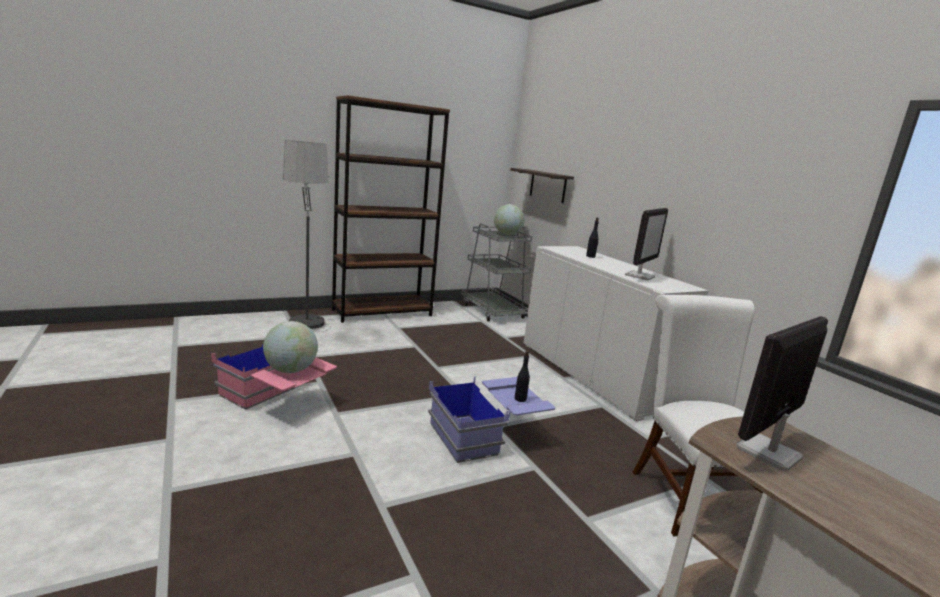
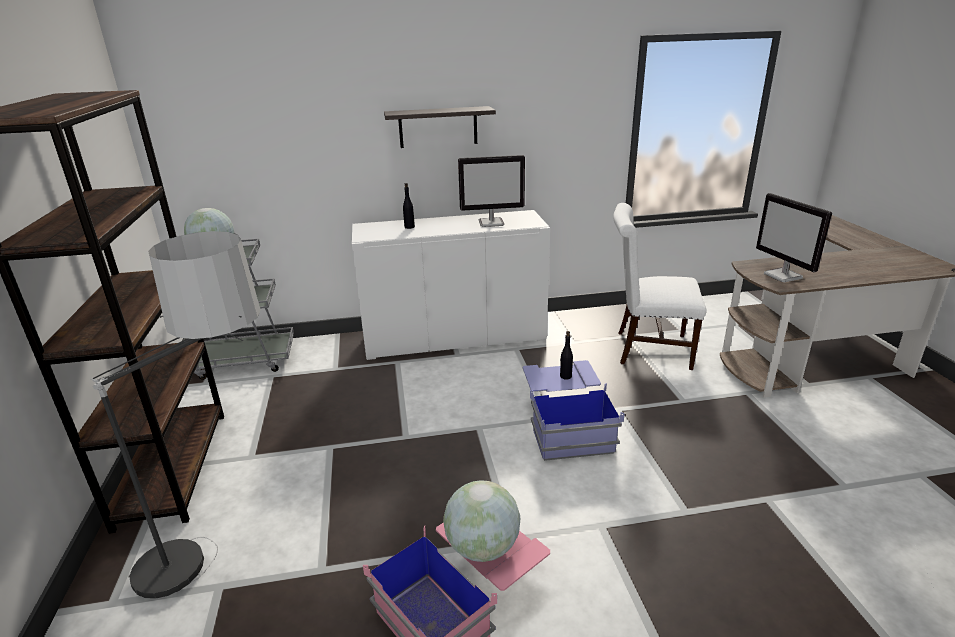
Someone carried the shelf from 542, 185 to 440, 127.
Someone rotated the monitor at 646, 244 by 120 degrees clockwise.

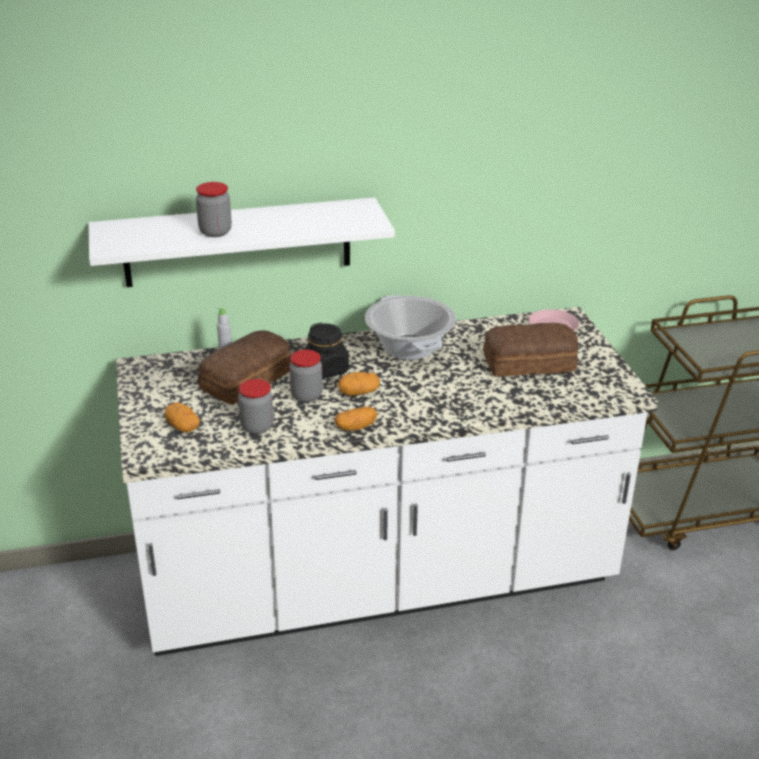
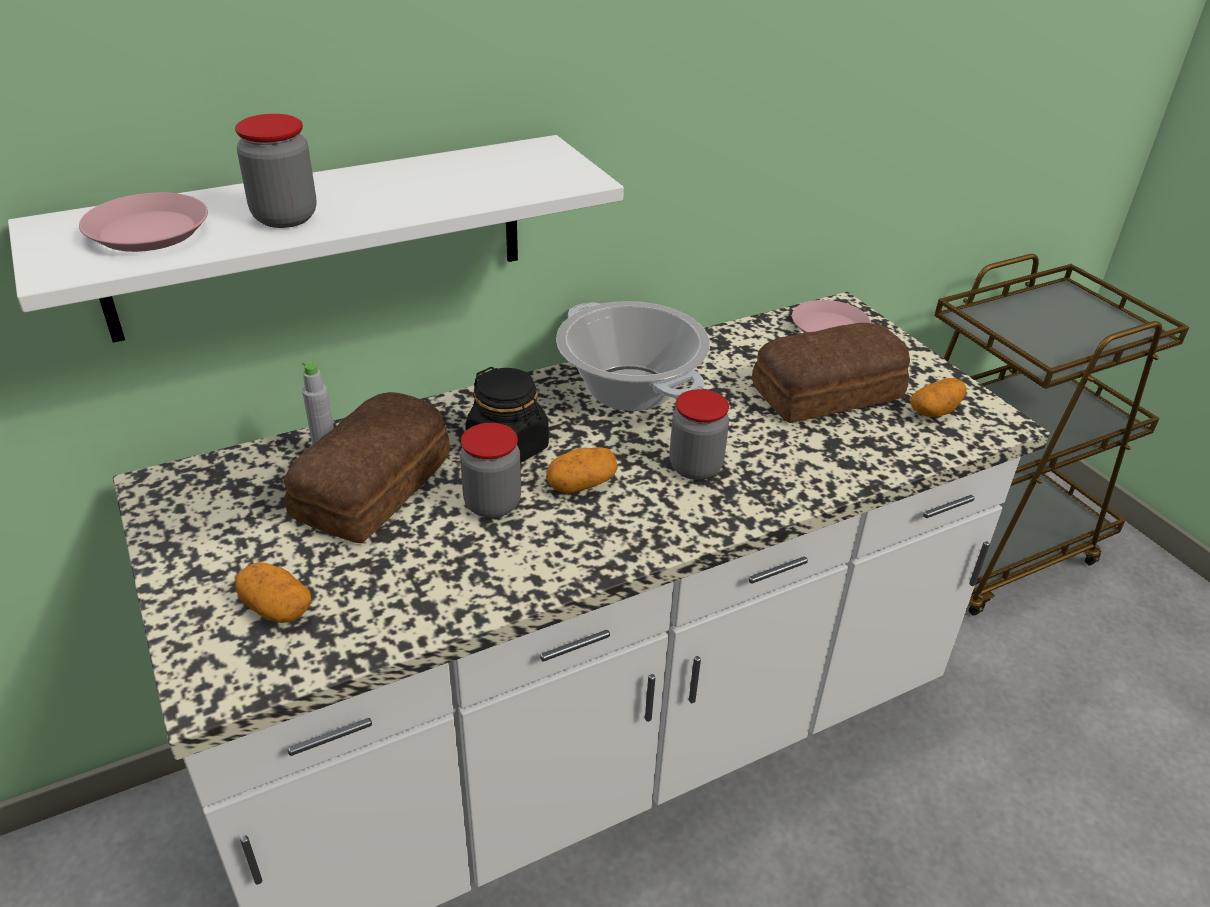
Someone carried the jar from 256, 406 to 699, 434.
Someone carried the potato from 356, 418 to 938, 397.
Someone put down the plate (pink) at 143, 222.

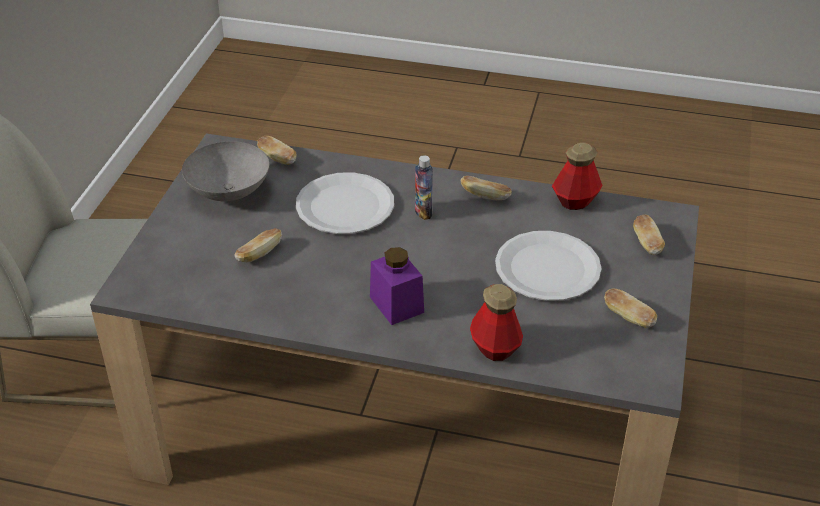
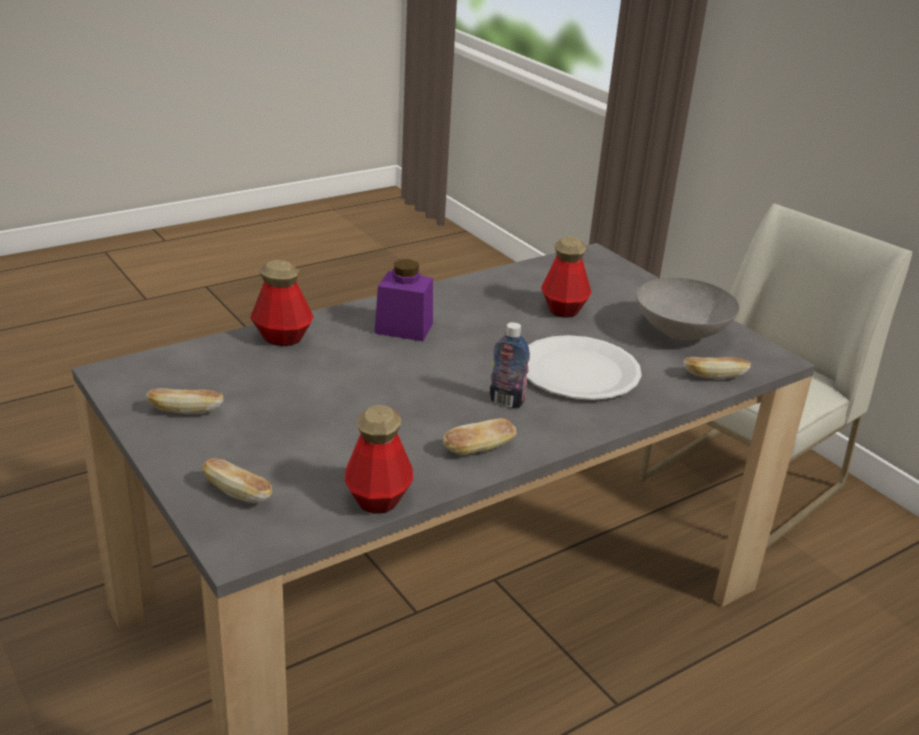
Someone swapped the bread at 258, 245 for the bottle at 566, 277.
Someone took away the plate (white) at 548, 266.

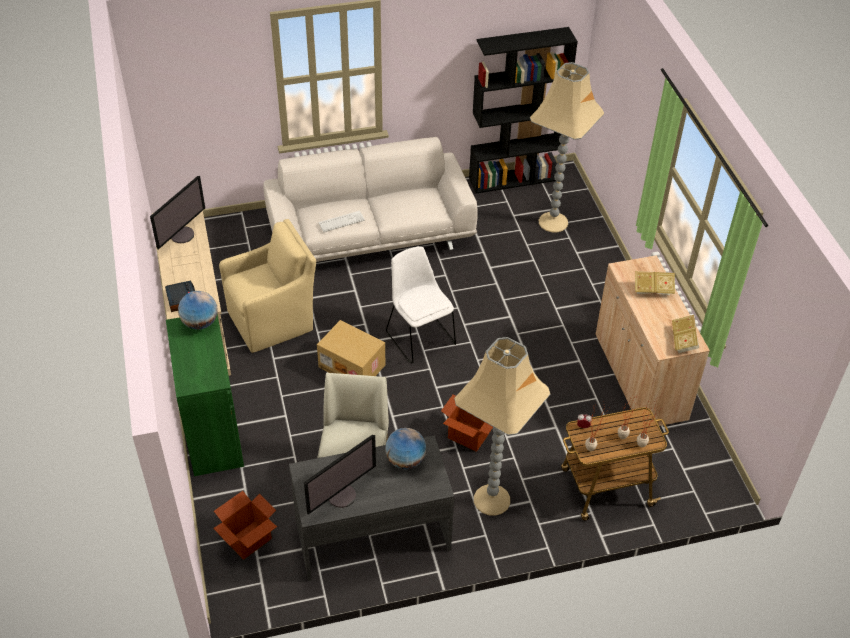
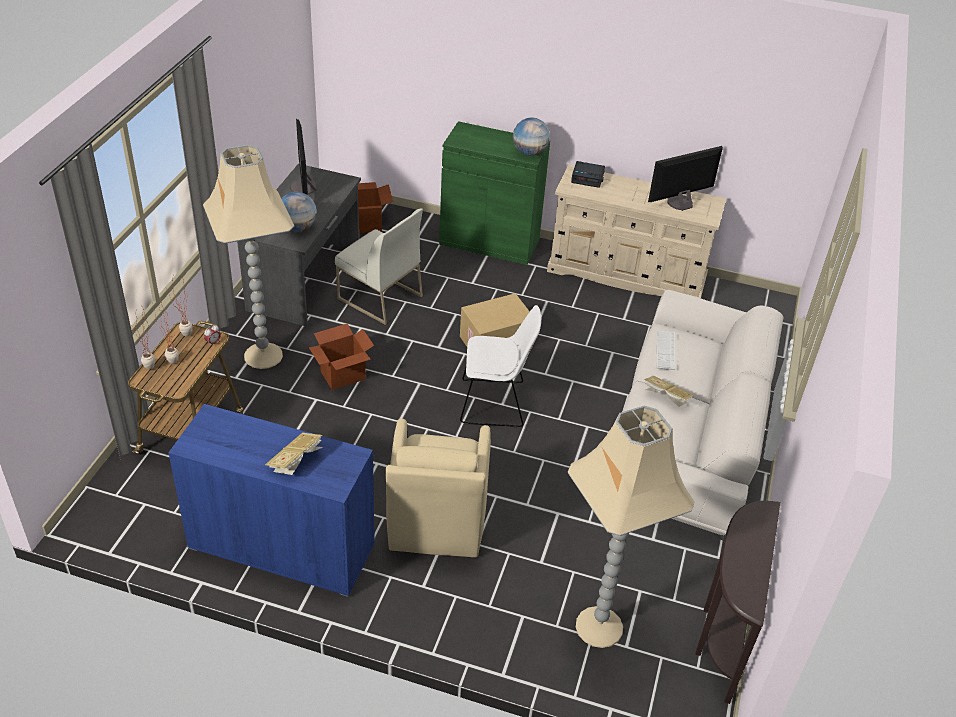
Someone swapped the bookcase (black) at 523, 110 for the console table (brown) at 737, 602.
Someone rotated the monitor at 177, 213 by 90 degrees clockwise.
Someone carried the armchair (beige) from 267, 286 to 438, 488.
Someone repainted the cabinet (beige) at 653, 340, which became the cabinet (blue) at 271, 500.
Someone carried the book from 685, 334 to 669, 391.

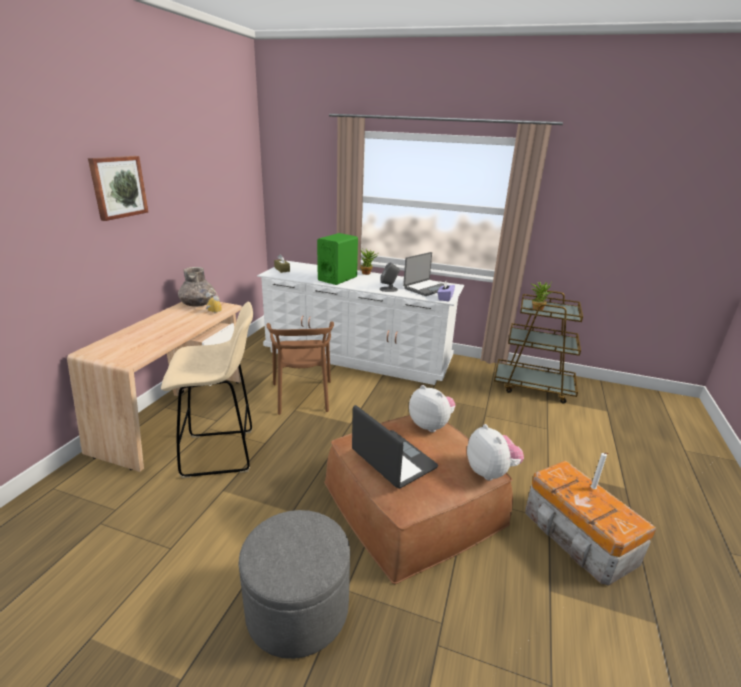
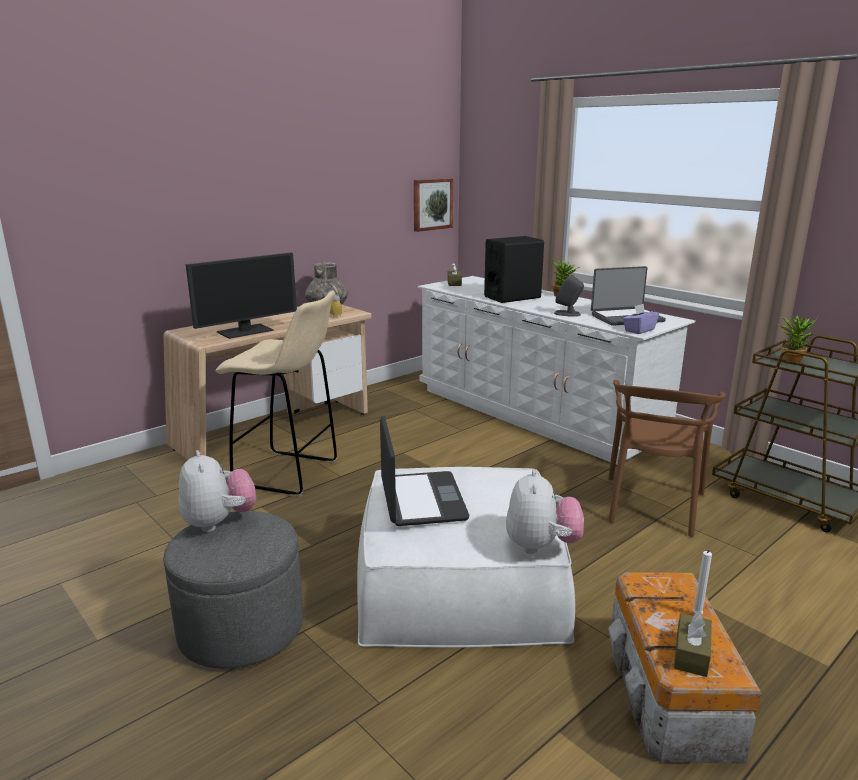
Someone carried the picture from 118, 188 to 433, 205.
Someone repainted the speaker (green) at 337, 259, which became the speaker (black) at 514, 269.
Someone carried the chair (brown) from 300, 368 to 667, 458.
Someone carried the plush toy from 432, 408 to 217, 491.
Someone repainted the ottoman (brown) at 418, 499, which became the ottoman (white) at 466, 557.
Someone put down the monitor at 241, 296.
Someone put down the tissue box (brown) at 693, 644.

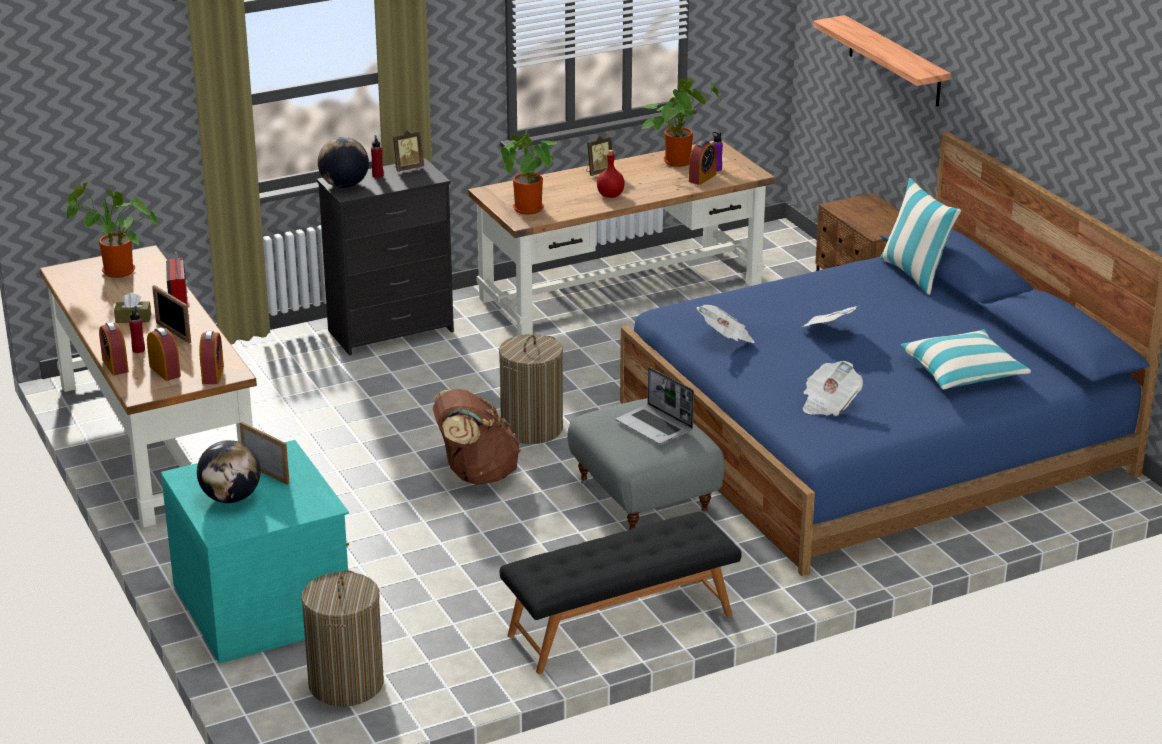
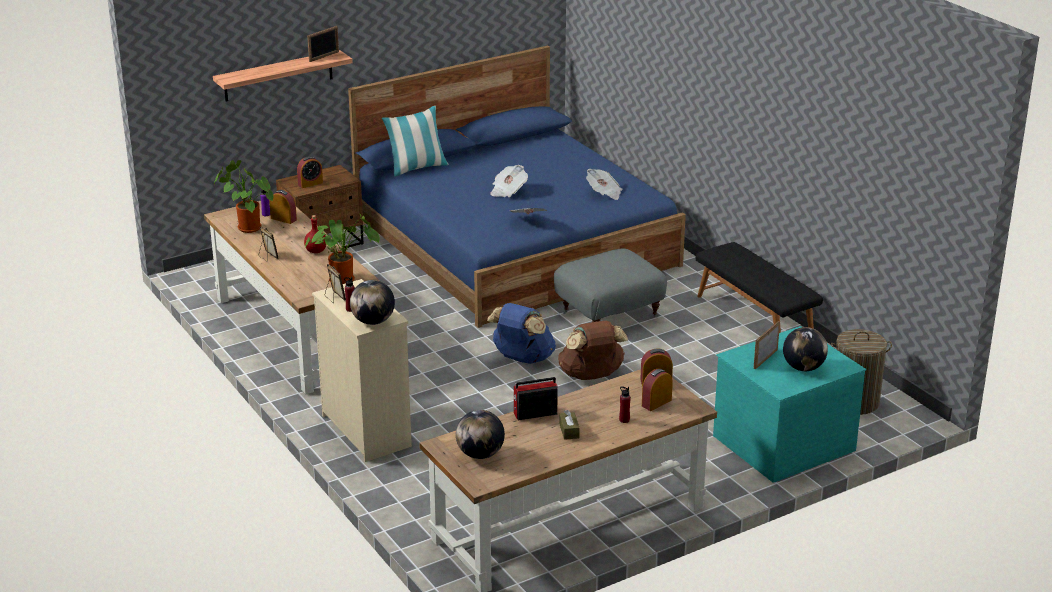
Someone repainted the dresser (black) at 385, 256, which became the dresser (beige) at 362, 370.
Someone swapped the potted plant at 112, 230 for the globe at 480, 434.
Someone carried the picture frame from 171, 314 to 323, 44.
Someone carried the alarm clock from 114, 349 to 310, 172.
Someone took away the pillow at 966, 359.
Someone swapped the laundry basket at 531, 389 for the backpack (blue) at 521, 333.
Someone took away the laptop at 655, 405.

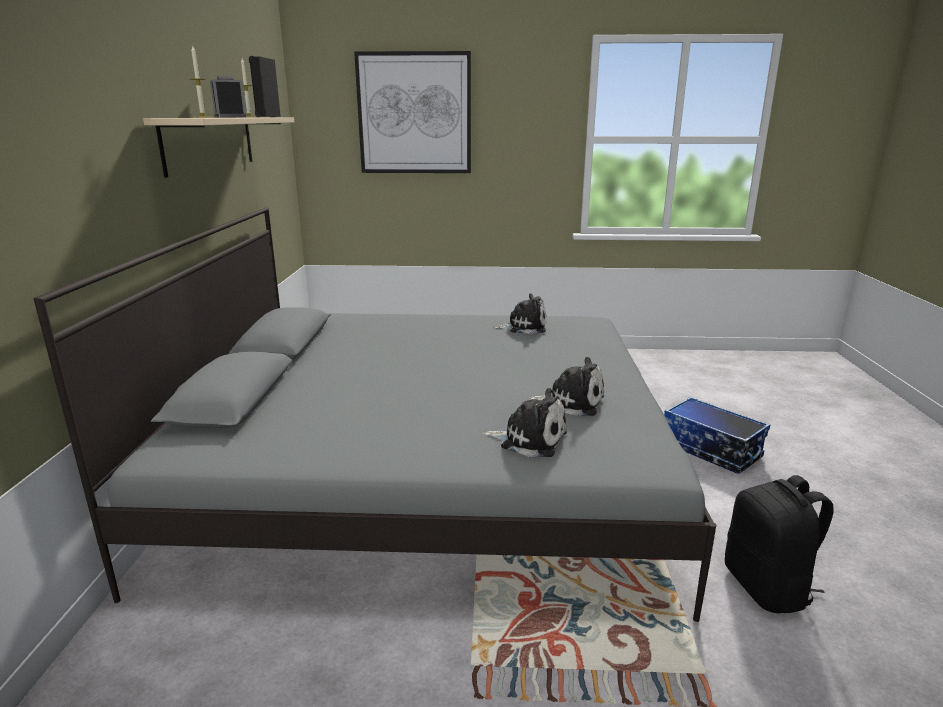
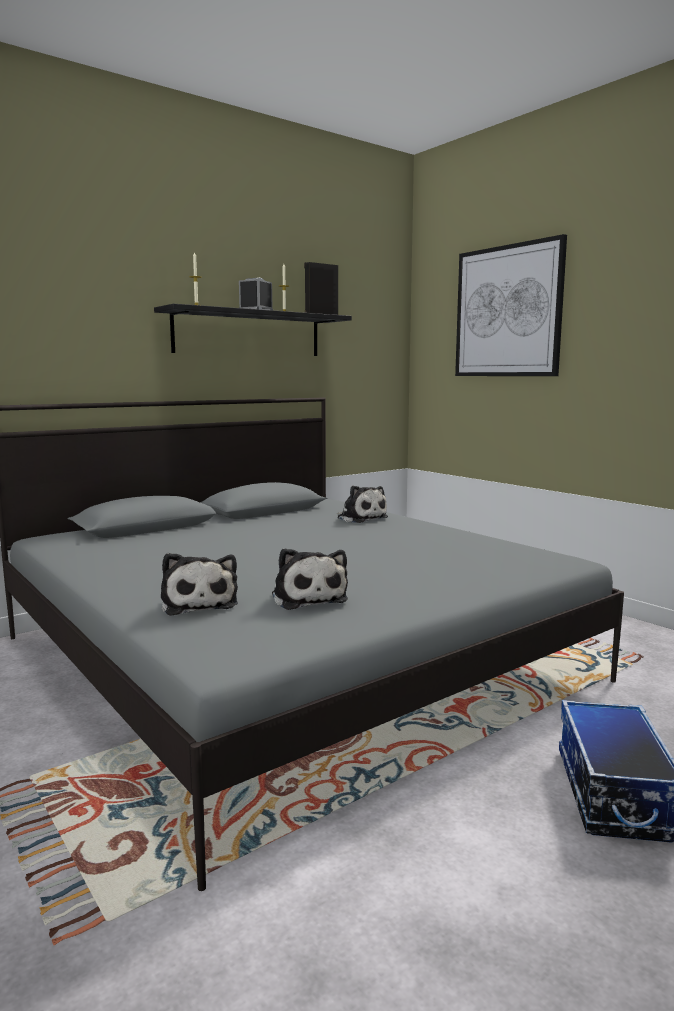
Someone repainted the shelf (beige) at 218, 148, which became the shelf (black) at 253, 330.
Someone carried the plush toy from 519, 313 to 362, 504.
Someone took away the backpack (black) at 779, 544.

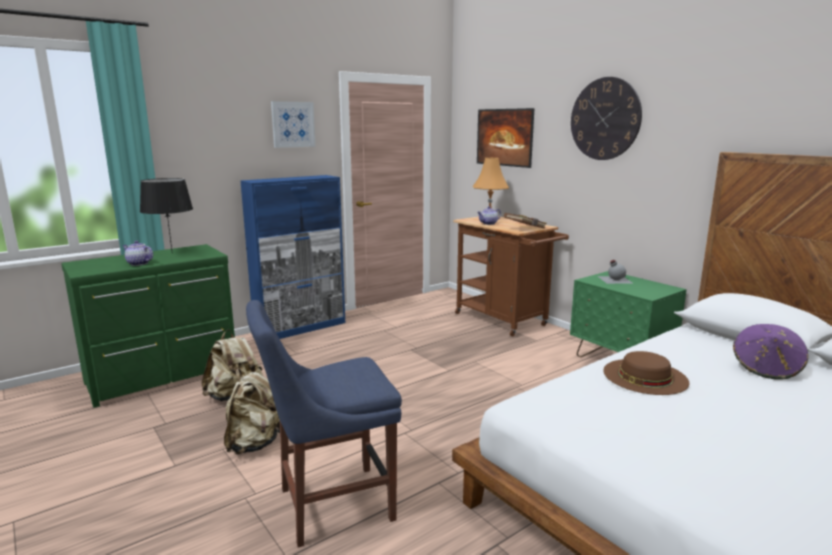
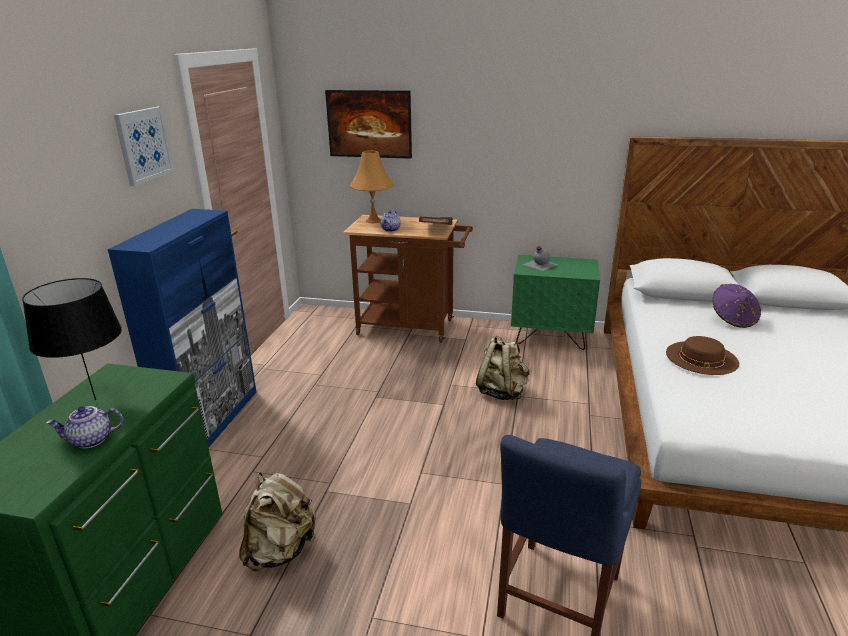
Someone took away the wall clock at 606, 118.
Someone carried the backpack (beige) from 252, 411 to 503, 368.

